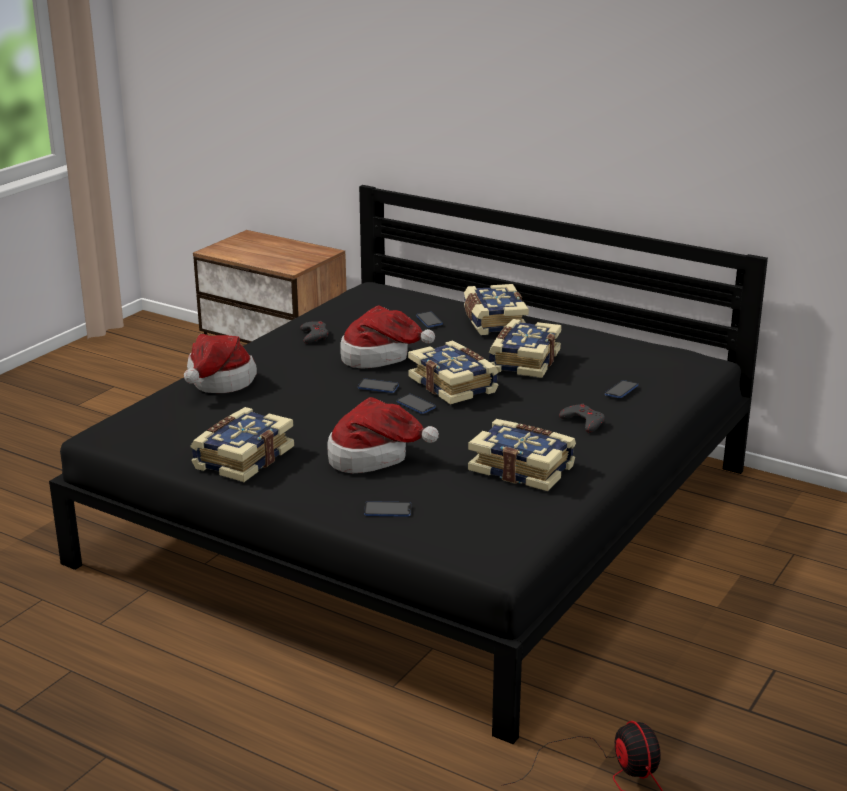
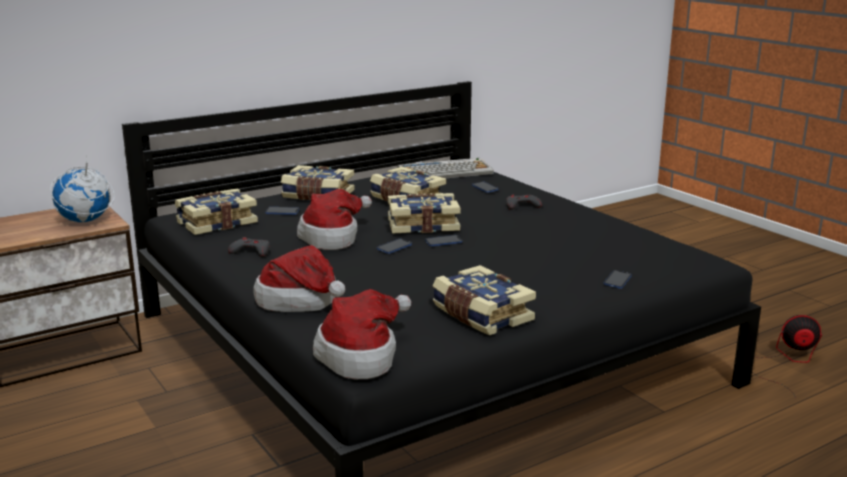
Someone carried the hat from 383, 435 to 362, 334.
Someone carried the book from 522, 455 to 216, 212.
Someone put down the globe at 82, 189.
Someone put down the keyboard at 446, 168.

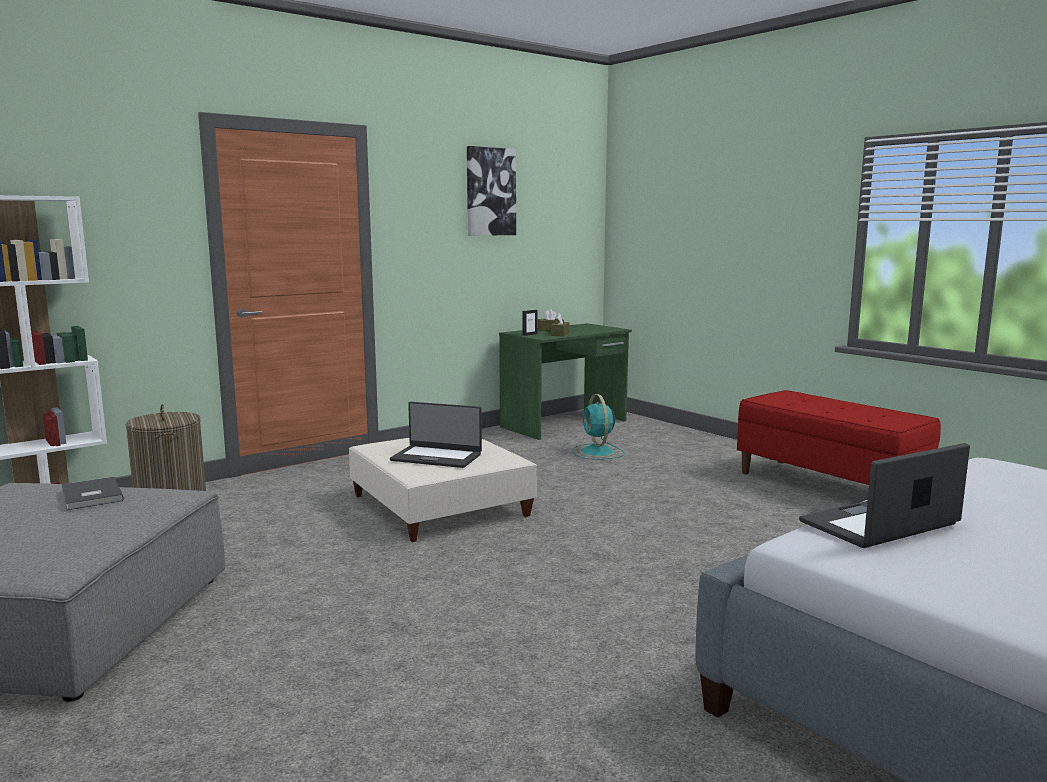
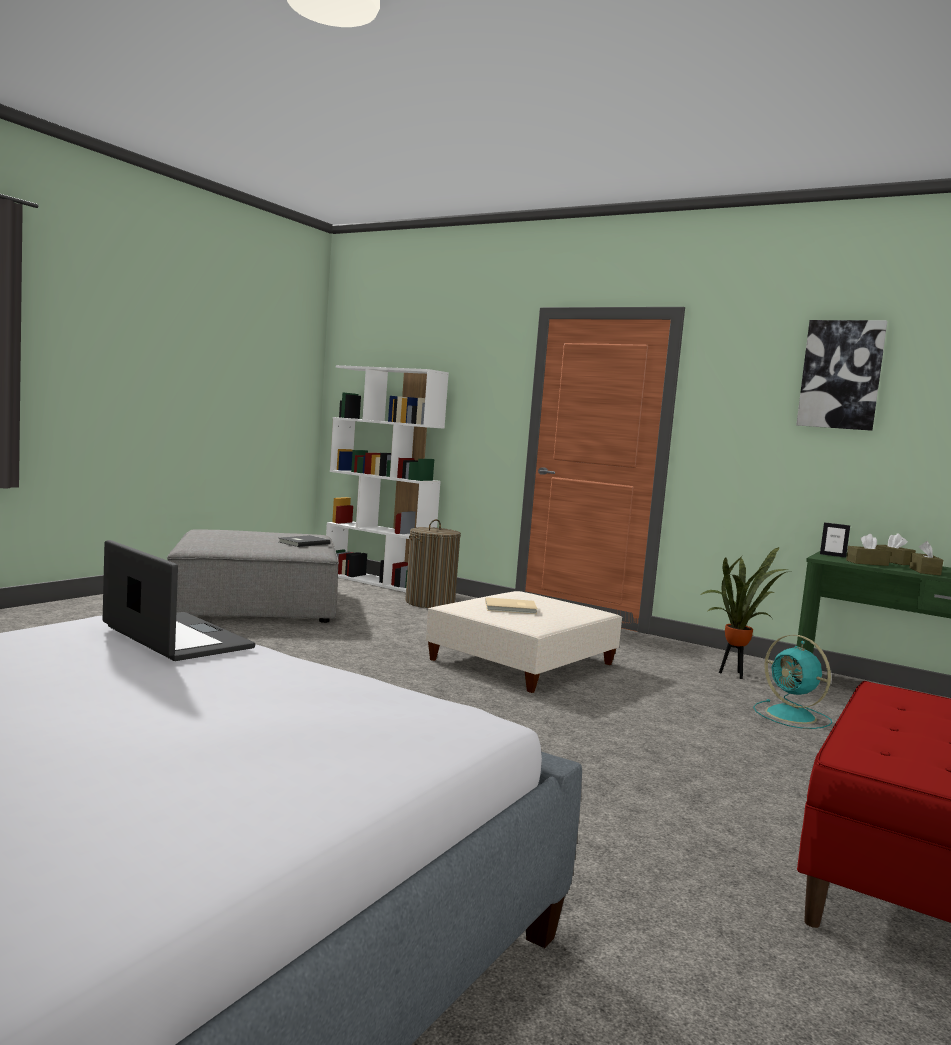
Someone rotated the fan (turquoise) at 598, 427 by 90 degrees counterclockwise.
Someone swapped the laptop at 436, 435 for the book (beige) at 511, 605.
Someone put down the tissue box (brown) at 926, 558.
Someone put down the potted plant at 745, 613.

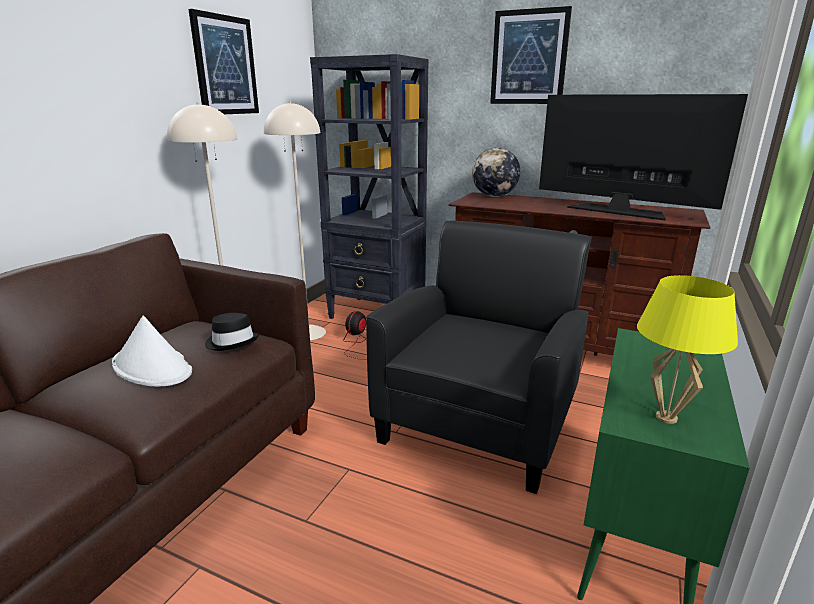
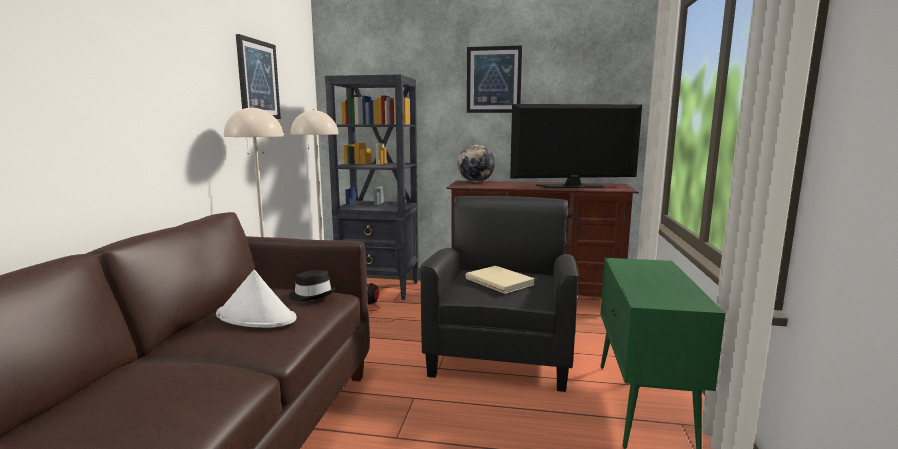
Someone rotated the television at 643, 157 by 150 degrees clockwise.
Someone took away the table lamp (yellow) at 687, 349.
Someone put down the book (beige) at 500, 280.

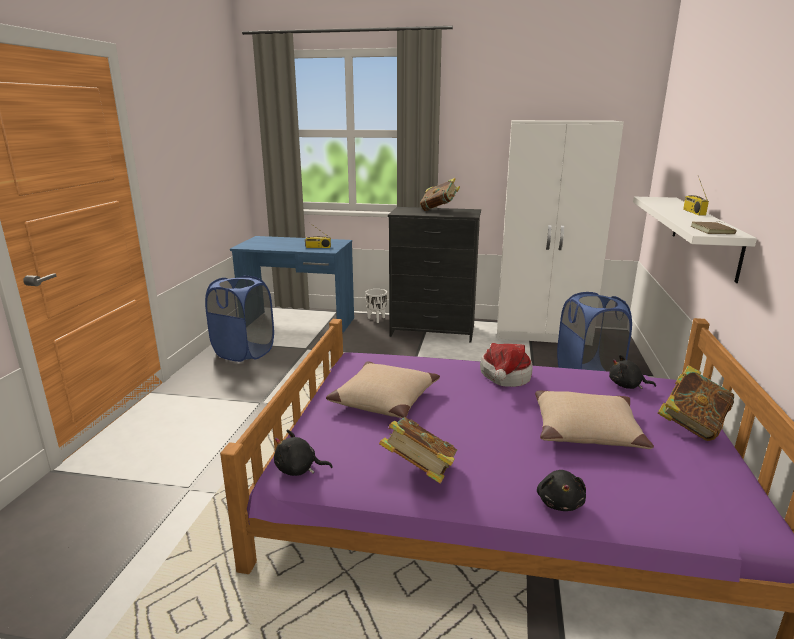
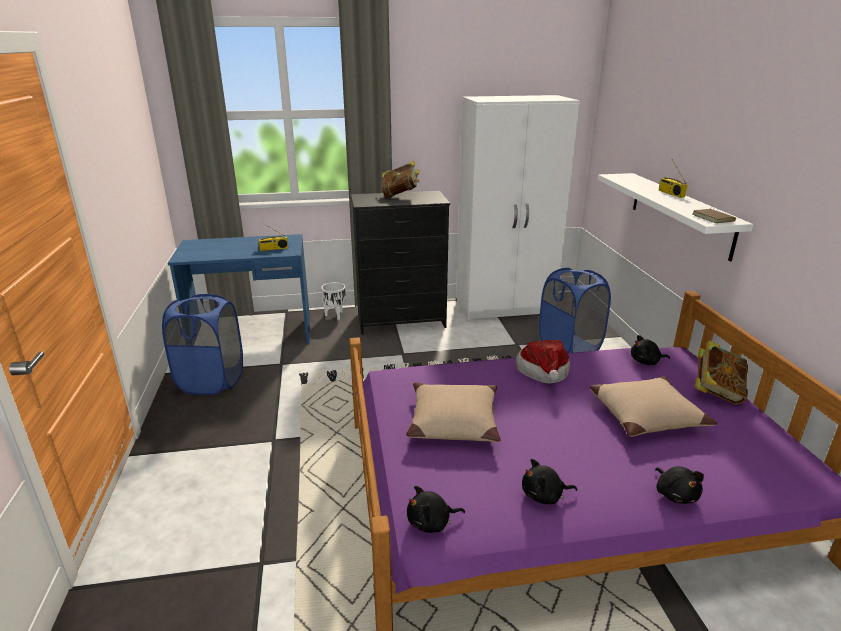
Someone swapped the book at 418, 450 for the plush toy (black) at 550, 481.

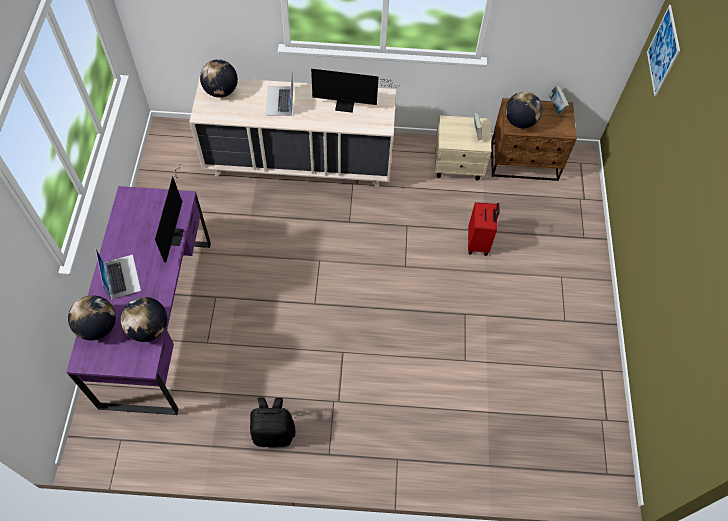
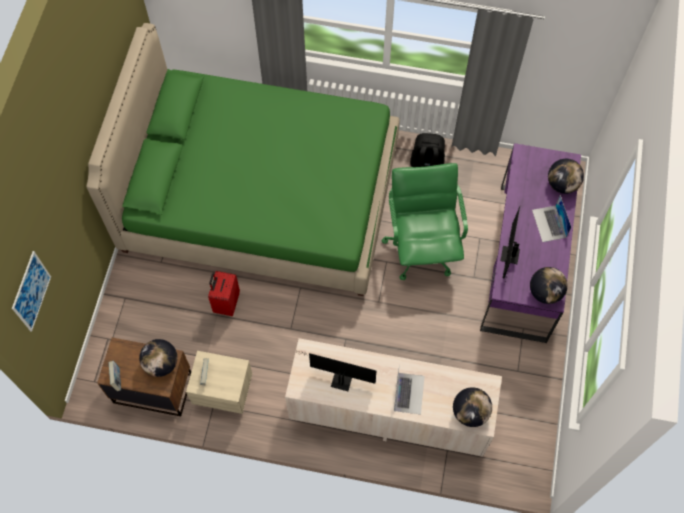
Someone carried the globe from 144, 319 to 549, 285.
Someone put down the bed (green) at 243, 159.
Someone put down the office chair (green) at 425, 221.

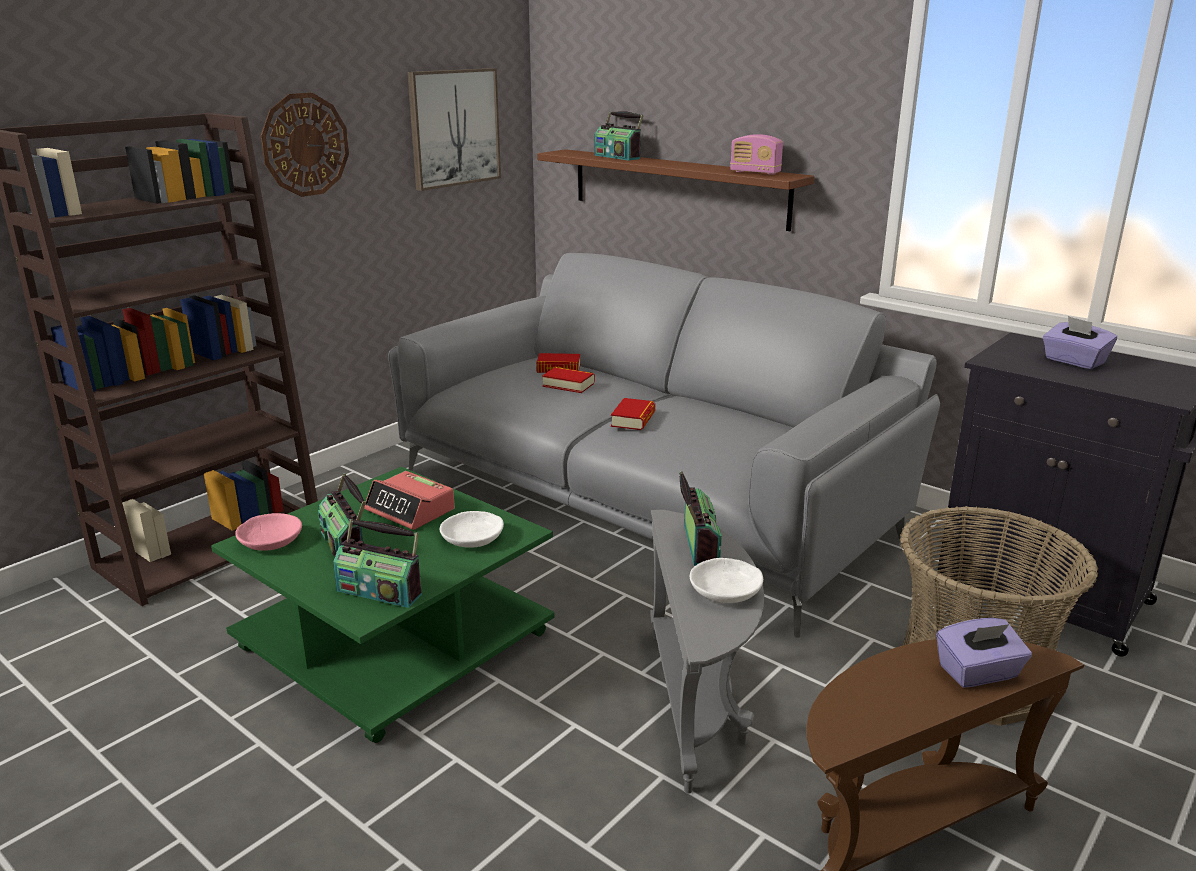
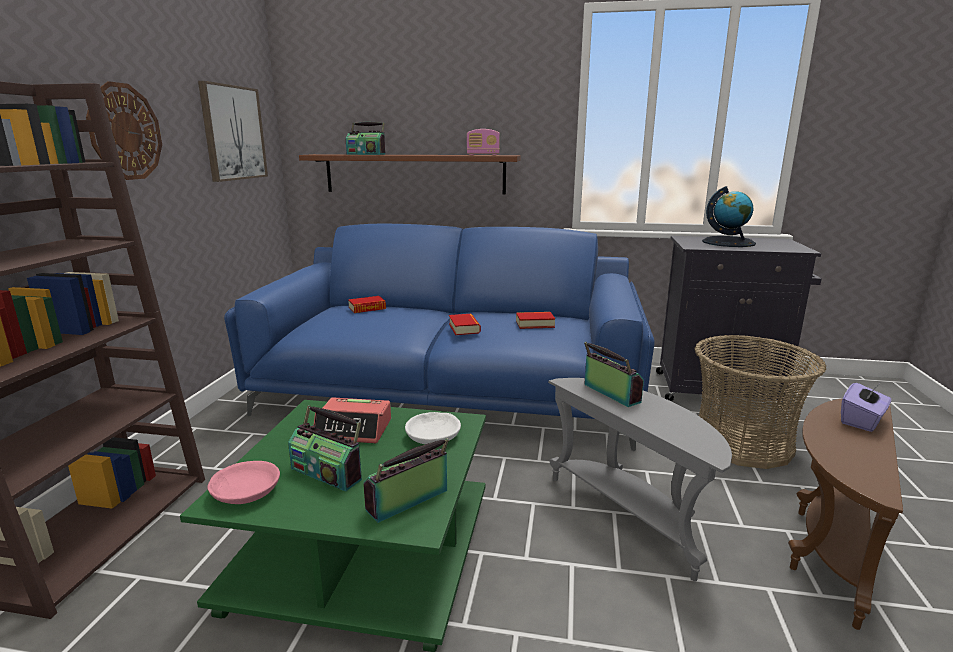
Someone repainted the sofa (grey) at 664, 445, which became the sofa (blue) at 439, 337.
Someone swapped the tissue box (purple) at 1080, 342 for the globe at 729, 216.
Someone carried the book from 568, 380 to 535, 320.
Someone rotated the radio at 377, 563 by 150 degrees clockwise.
Someone took away the bowl (white) at 726, 580.

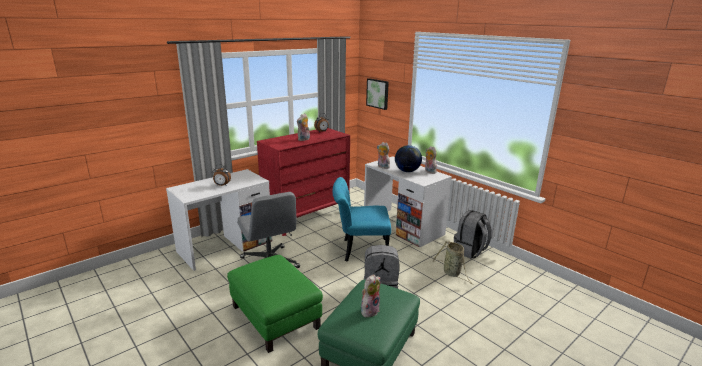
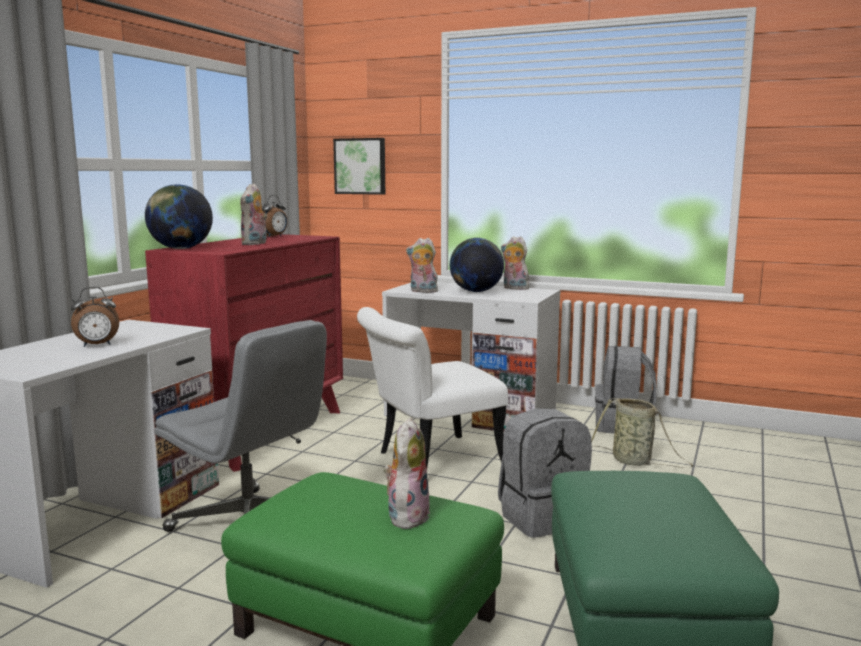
Someone repainted the chair (turquoise) at 361, 219, which became the chair (white) at 432, 387.
Someone carried the plush toy from 371, 295 to 407, 474.
Someone put down the globe at 179, 216.

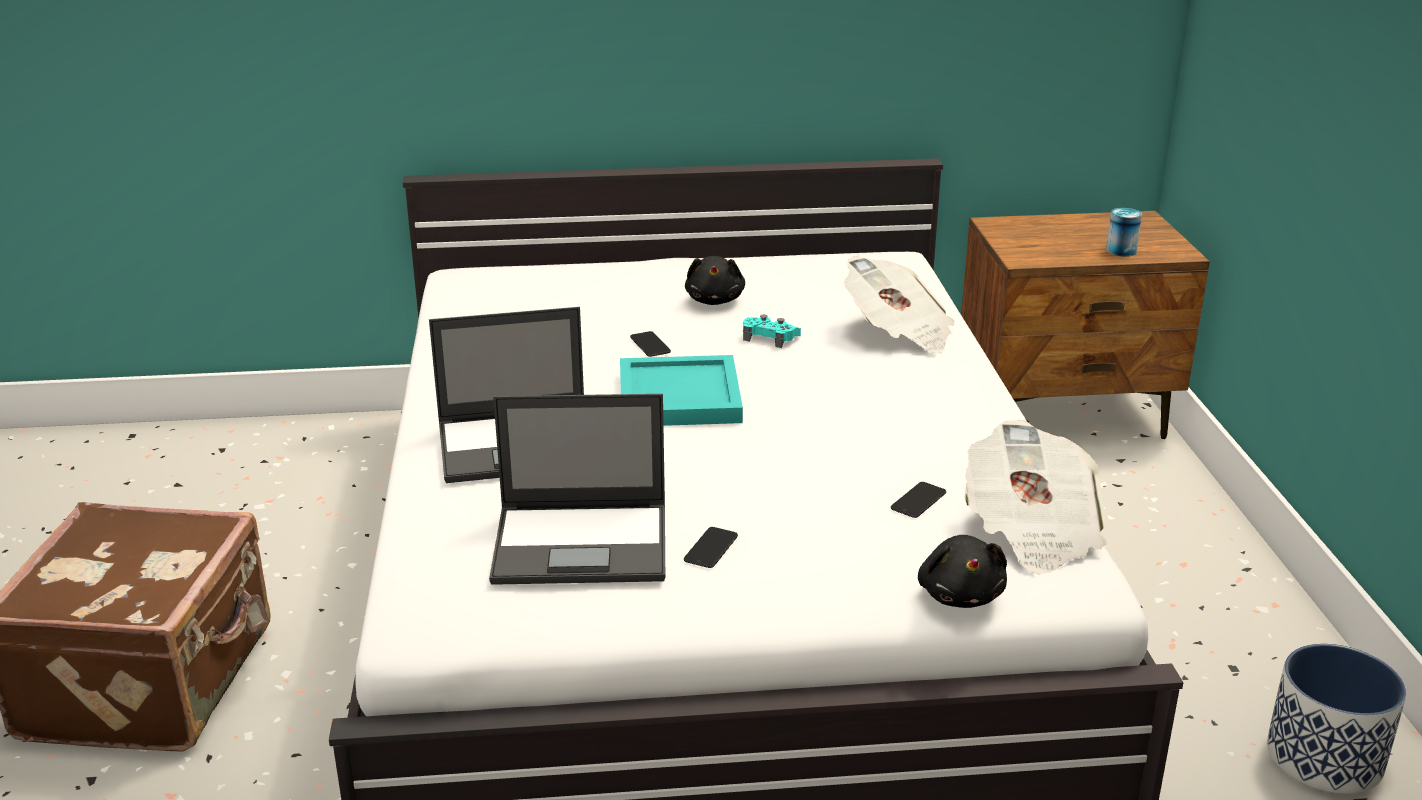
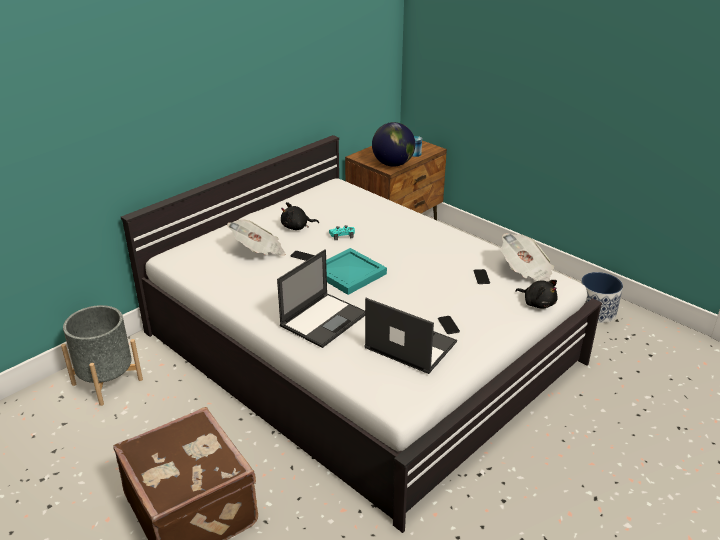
Someone rotated the plush toy (black) at 715, 280 by 120 degrees clockwise.
Someone carried the newspaper from 899, 305 to 256, 238.
Someone rotated the laptop at 577, 489 by 105 degrees counterclockwise.
Someone put down the globe at 393, 144.
Someone put down the planter (grey) at 102, 355.

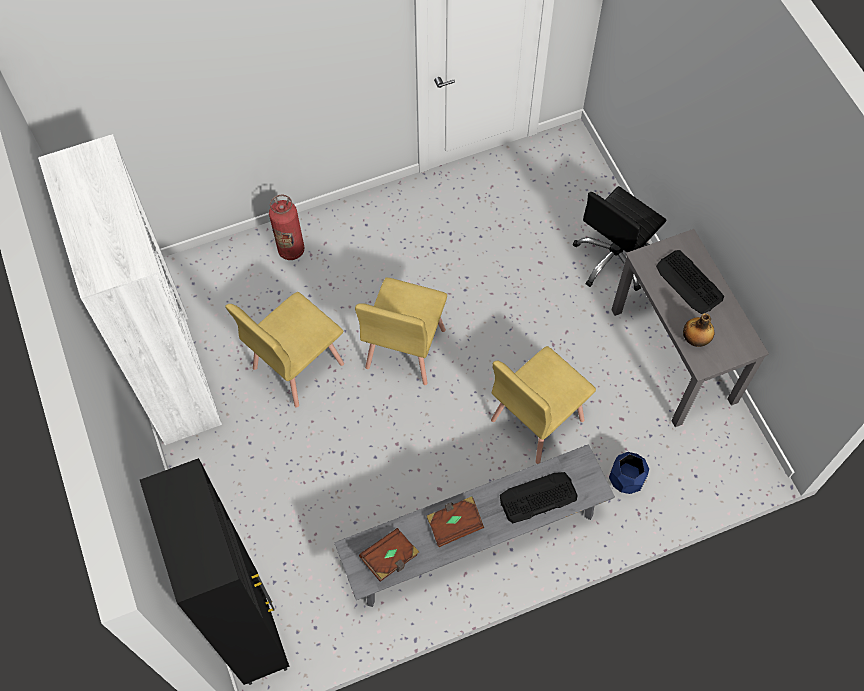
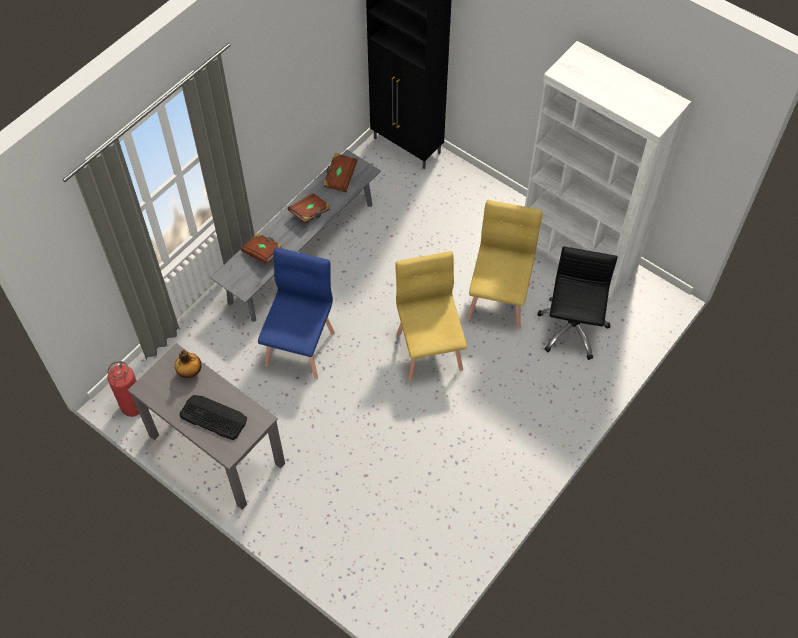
Someone carried the office chair (black) from 619, 238 to 577, 303.
Someone carried the fire extinguisher from 287, 227 to 123, 389.
Someone repainted the chair (yellow) at 543, 405, which became the chair (blue) at 296, 313.
Someone took away the planter (blue) at 629, 473.
Someone swapped the keyboard at 539, 497 for the book (brown) at 262, 248.

